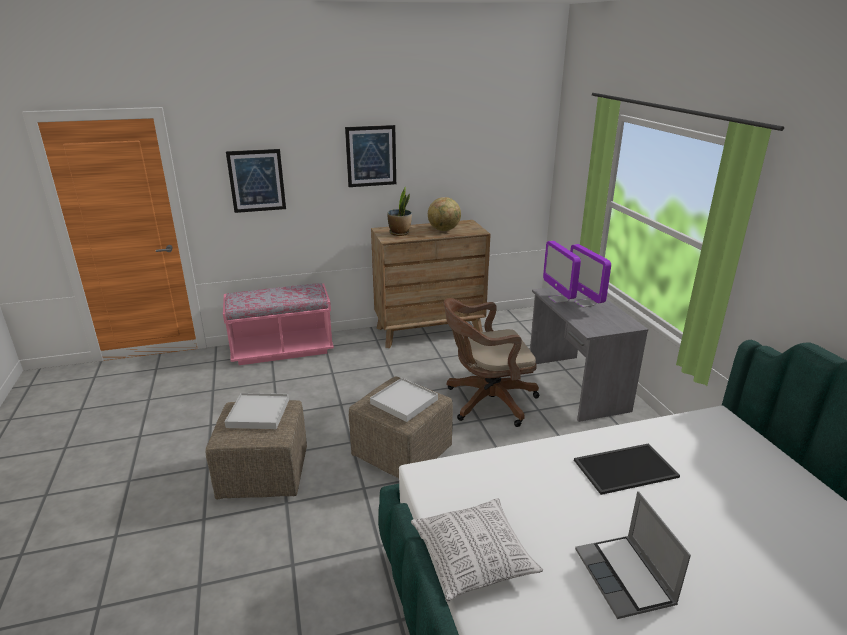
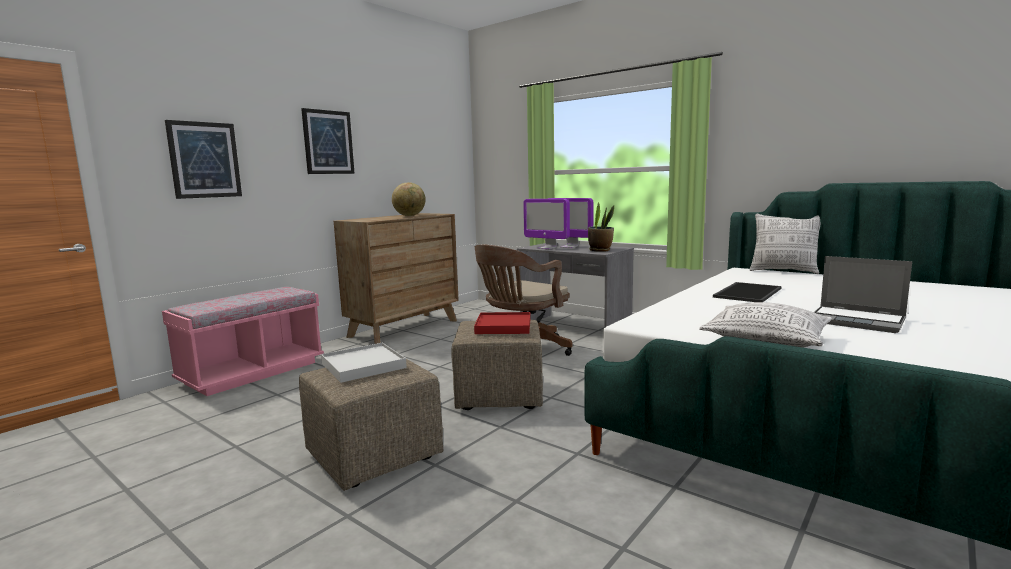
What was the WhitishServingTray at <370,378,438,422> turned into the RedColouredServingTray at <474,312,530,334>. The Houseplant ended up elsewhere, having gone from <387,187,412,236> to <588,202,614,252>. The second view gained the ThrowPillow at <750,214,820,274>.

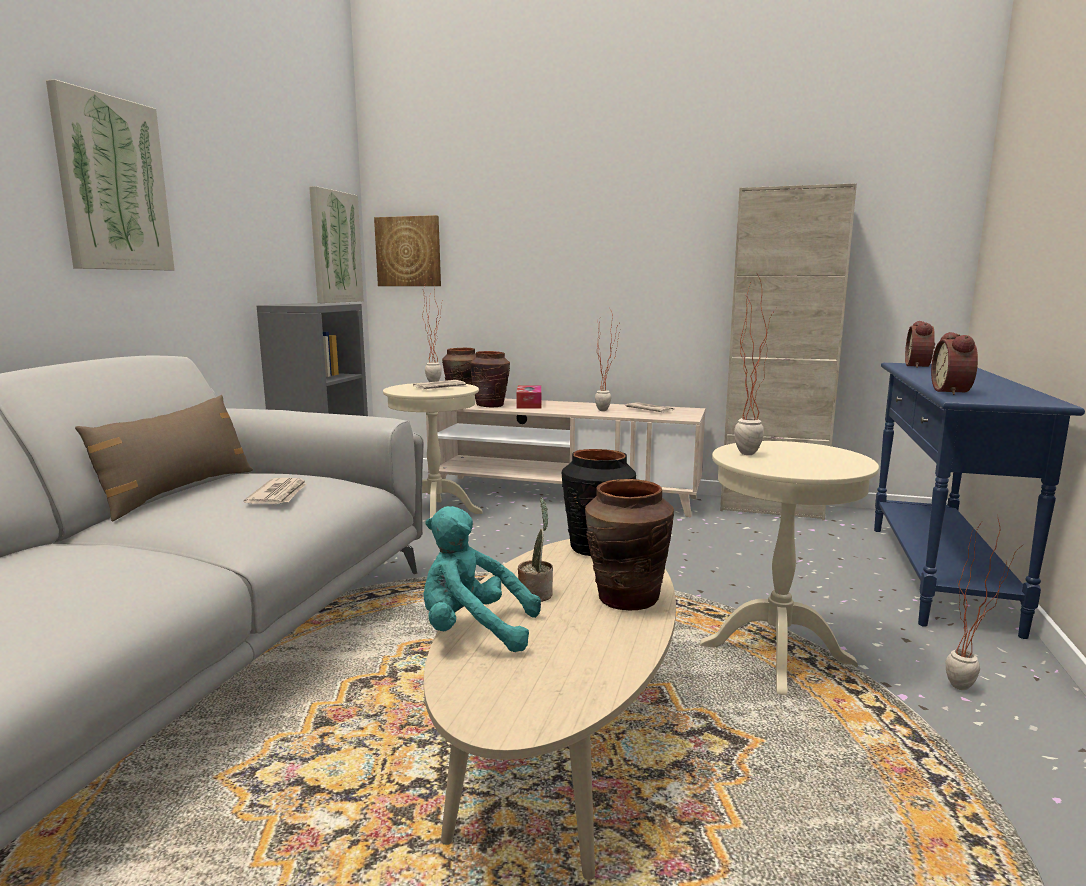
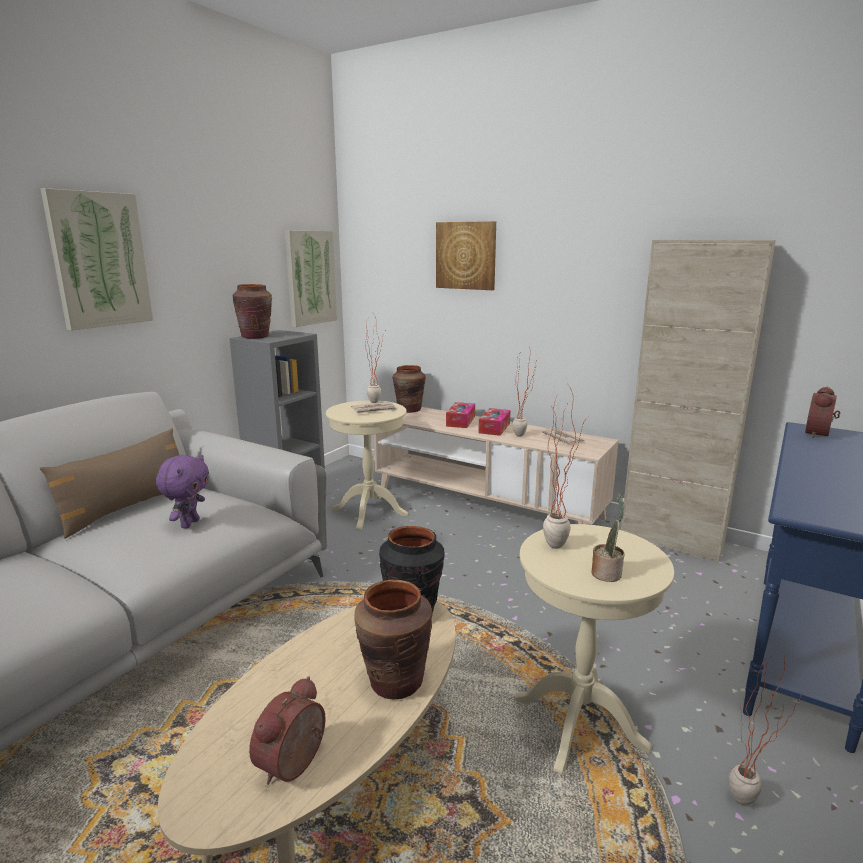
Where the DailyPaper stood at <244,478,307,504>, the PurpleSoftToy came to stand at <156,455,209,528>. The WallPicture ended up elsewhere, having gone from <374,215,441,286> to <436,221,496,290>. The second view lost the TurquoiseColouredSoftToy at <423,506,541,652>. The BrownDecorativeVase ended up elsewhere, having gone from <470,351,510,408> to <232,284,272,339>. The Houseplant ended up elsewhere, having gone from <518,497,553,602> to <591,492,624,582>. The BedsideClock ended up elsewhere, having gone from <931,332,978,395> to <249,676,326,785>. The second view gained the BoxOfTissues at <478,408,511,436>.

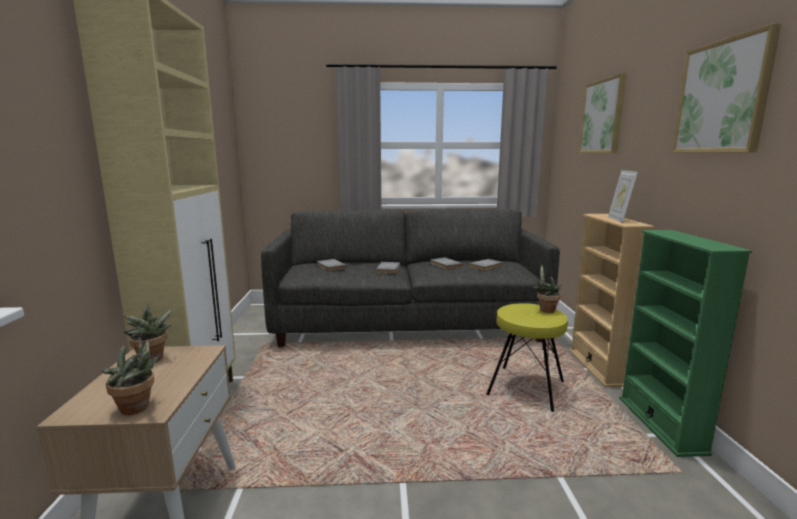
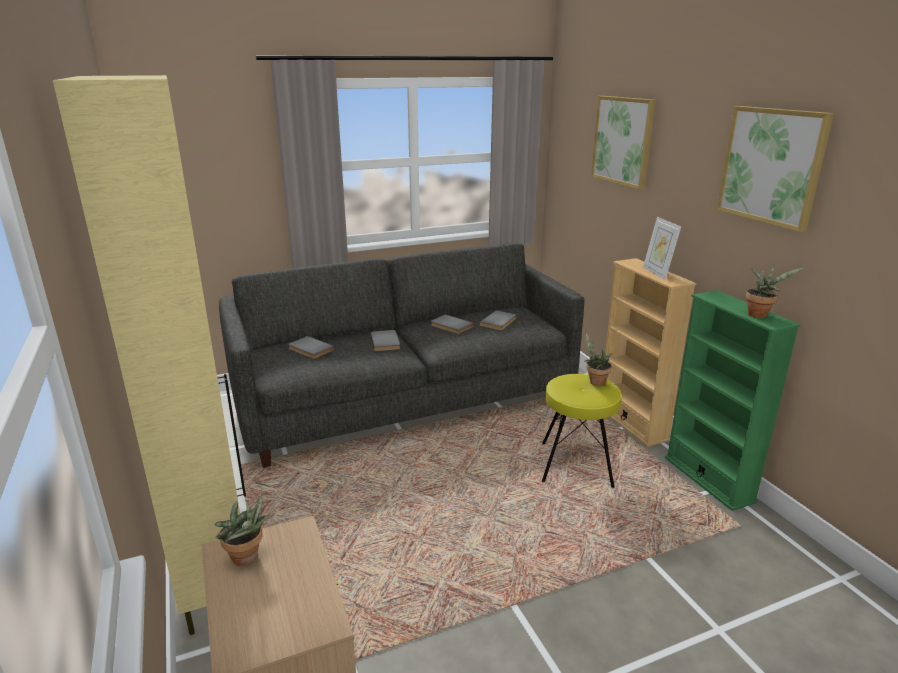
The Houseplant ended up elsewhere, having gone from <102,338,159,415> to <746,264,804,318>.

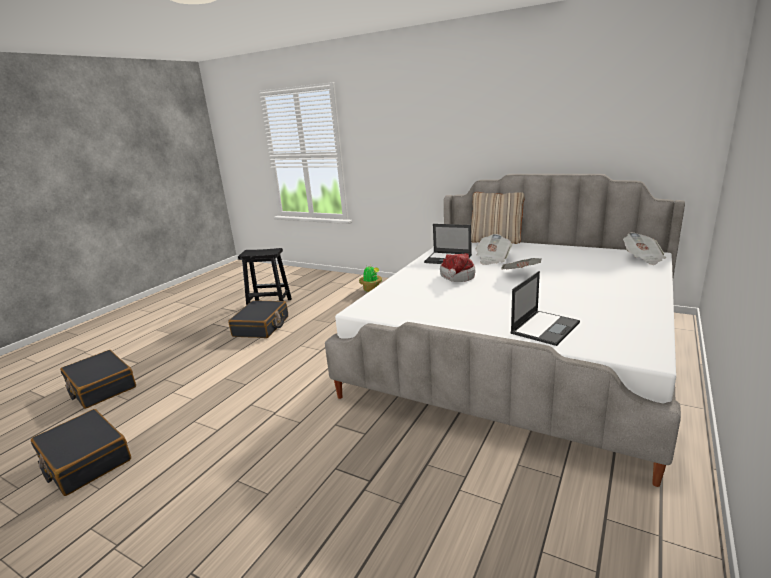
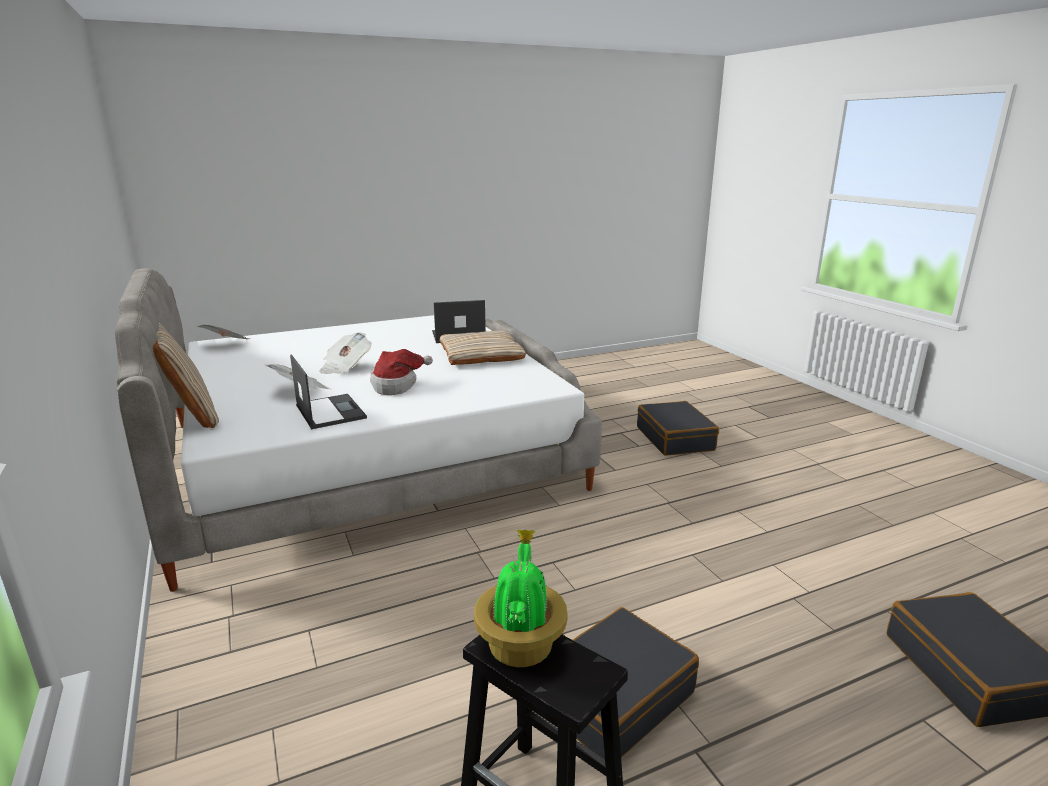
The BlackTravelCase ended up elsewhere, having gone from <31,409,131,496> to <637,401,719,456>. The Houseplant ended up elsewhere, having gone from <359,265,382,292> to <474,530,567,667>. The second view gained the BeigeThrowPillow at <439,331,526,365>.

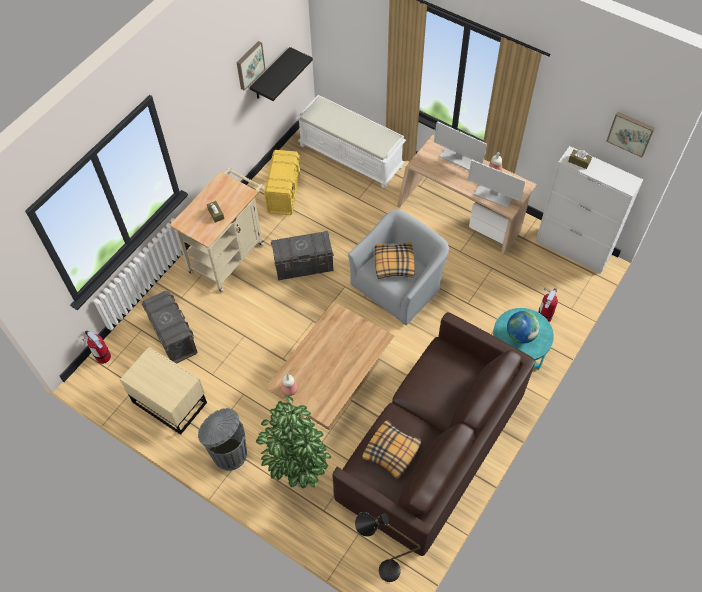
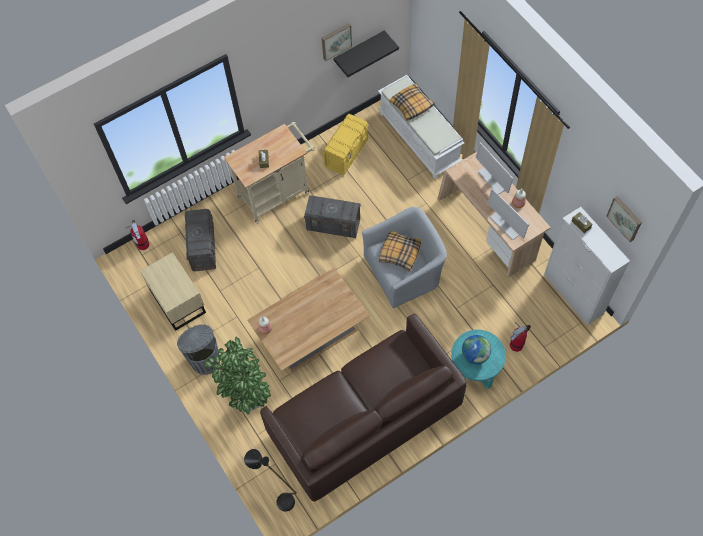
The ThrowPillow ended up elsewhere, having gone from <362,420,422,479> to <389,83,435,121>.

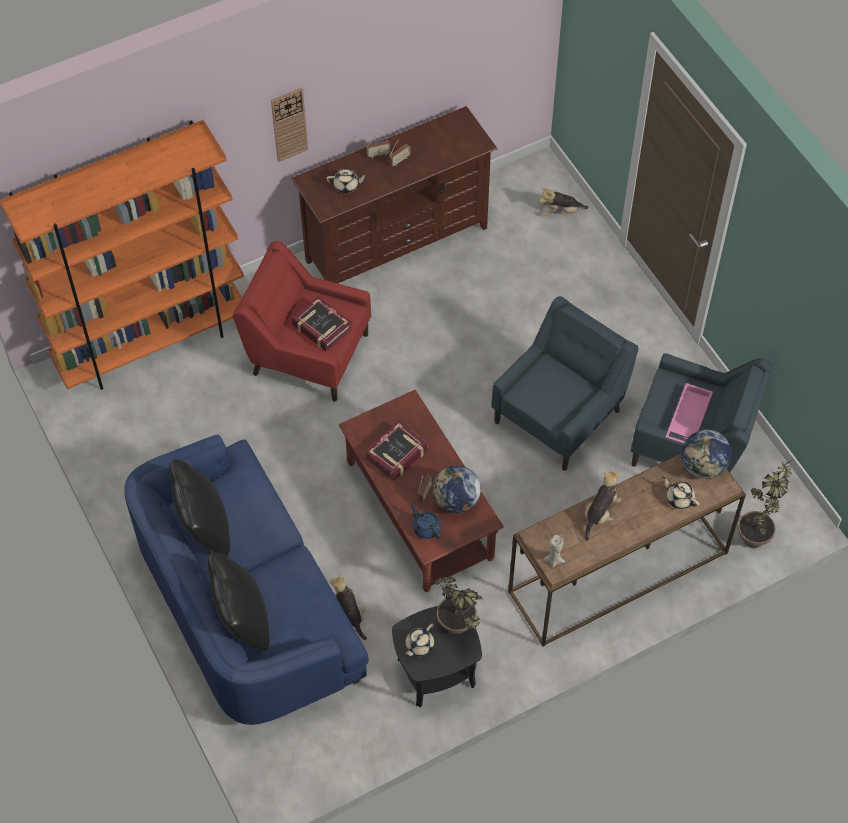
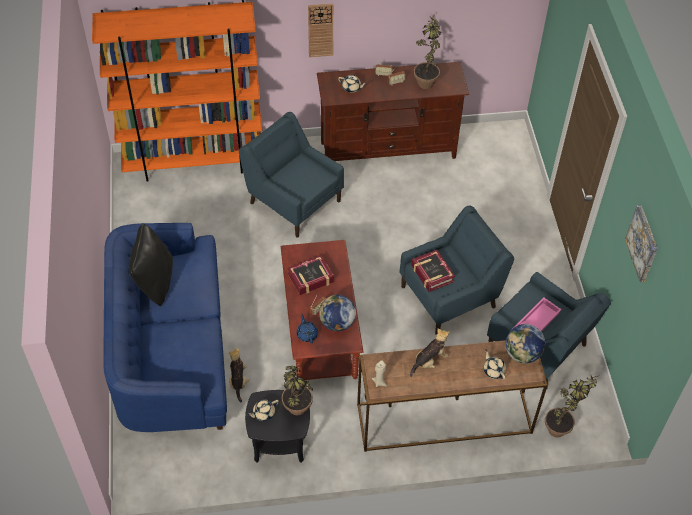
The second view lost the BlackThrowPillow at <207,552,270,651>. What was the RedColouredEasyChair at <233,241,371,401> turned into the BlueColouredEasyChair at <239,112,344,237>. The Book ended up elsewhere, having gone from <292,296,352,351> to <411,250,455,292>. The second view lost the SoftToy at <539,188,589,216>. The second view gained the Houseplant at <414,13,441,89>. The second view gained the WallPicture at <625,205,658,282>.

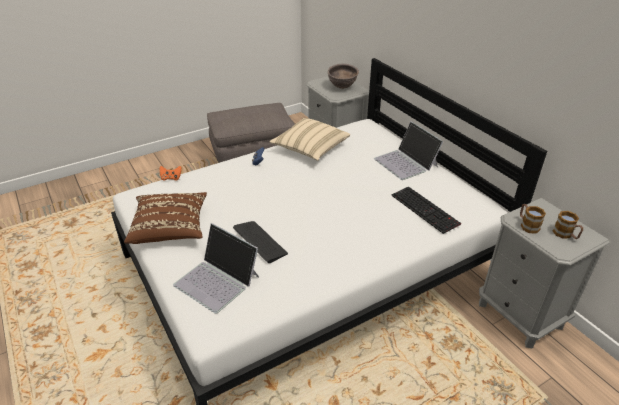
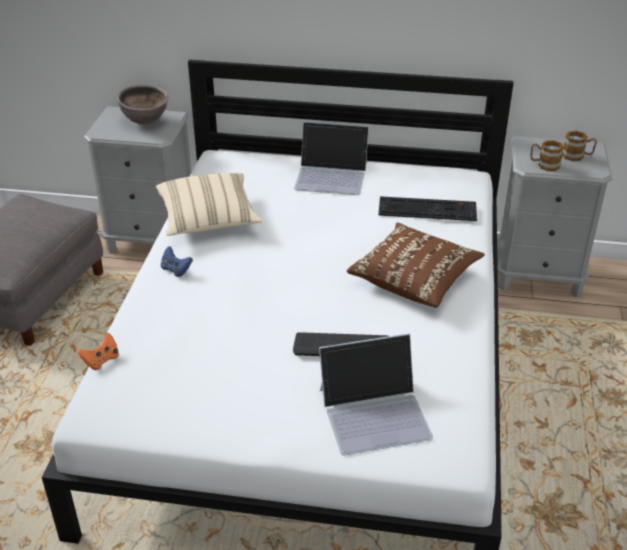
The BrownThrowPillow ended up elsewhere, having gone from <124,192,207,244> to <347,222,485,308>.

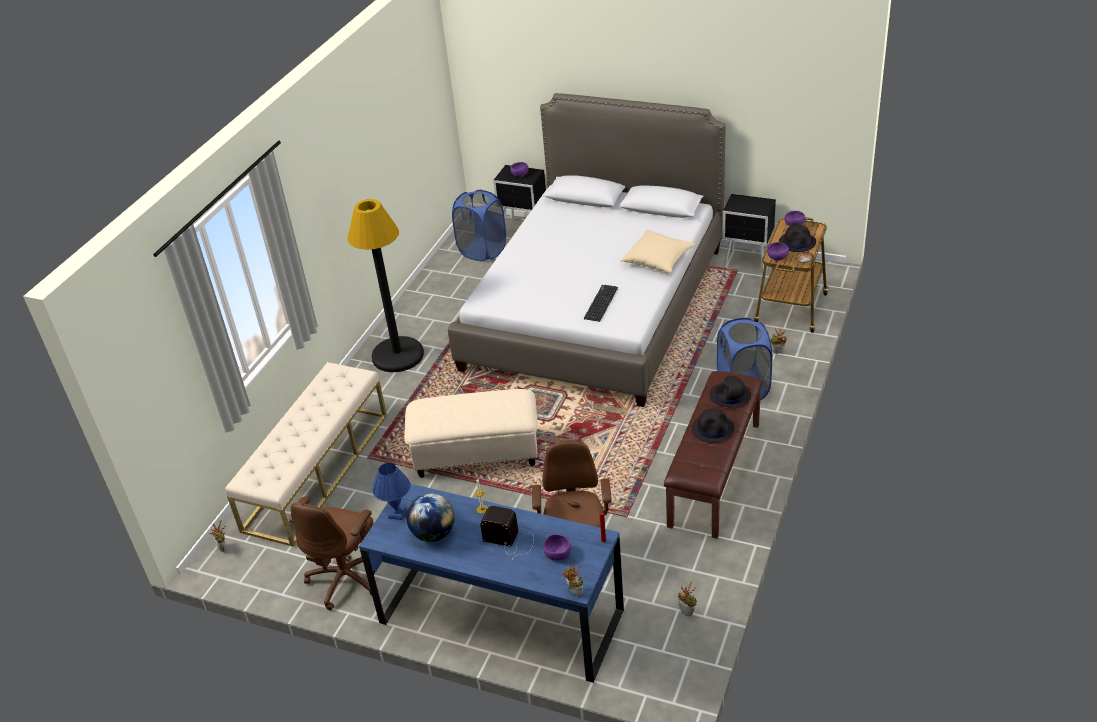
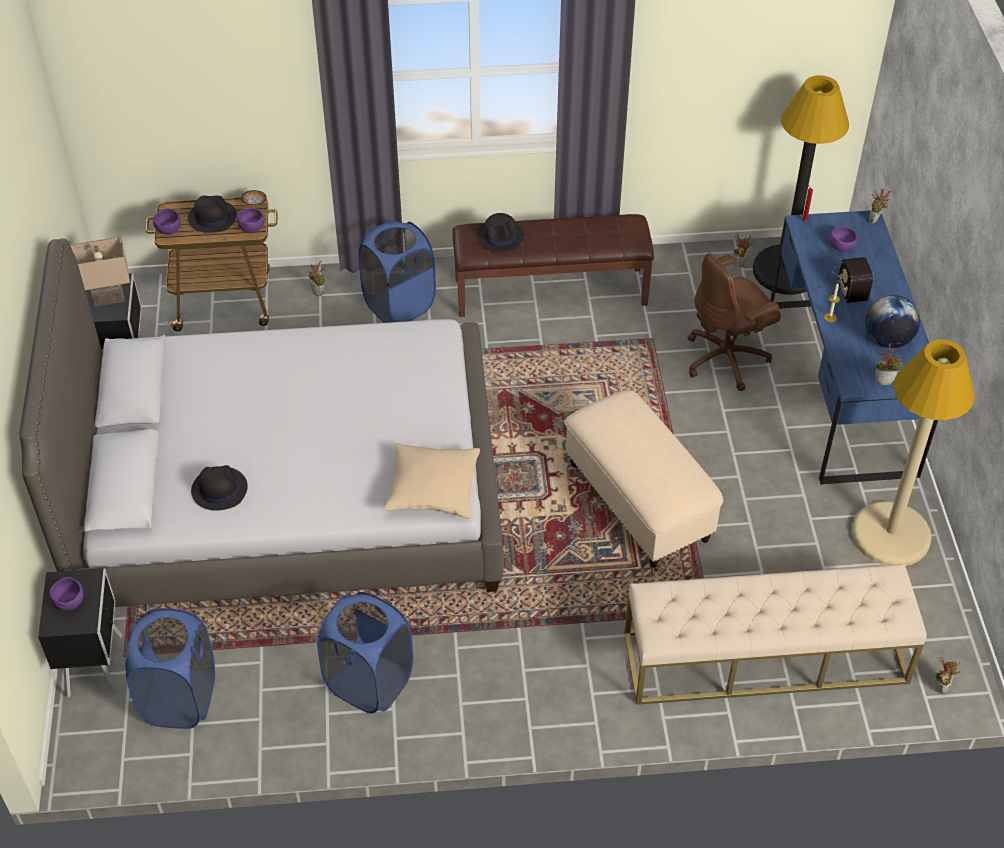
Where the BrownOfficeChair stood at <289,497,373,611>, the BeigeStandingLamp came to stand at <852,340,975,566>. The BlackStandingLamp ended up elsewhere, having gone from <347,199,424,372> to <753,75,849,295>. Where the BlueColouredTabletopLamp stood at <372,463,411,520>, the Houseplant came to stand at <876,343,904,385>. The second view lost the ComputerKeyboard at <584,285,618,322>. The BeigeThrowPillow ended up elsewhere, having gone from <620,230,695,273> to <384,443,480,519>. The BlackWearableHat ended up elsewhere, having gone from <692,408,735,443> to <191,465,248,511>. The second view gained the BeigeTabletopLamp at <70,236,130,307>. The second view gained the BlueColouredLaundryBasket at <317,592,413,714>.

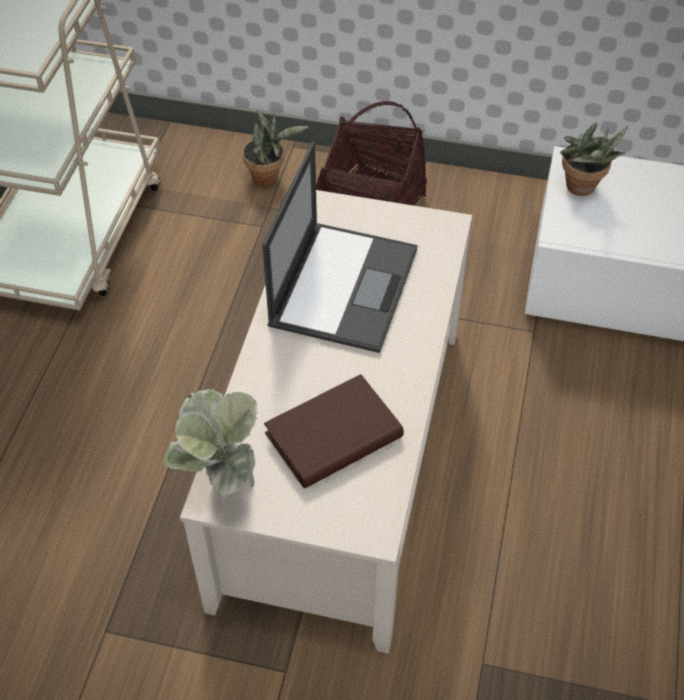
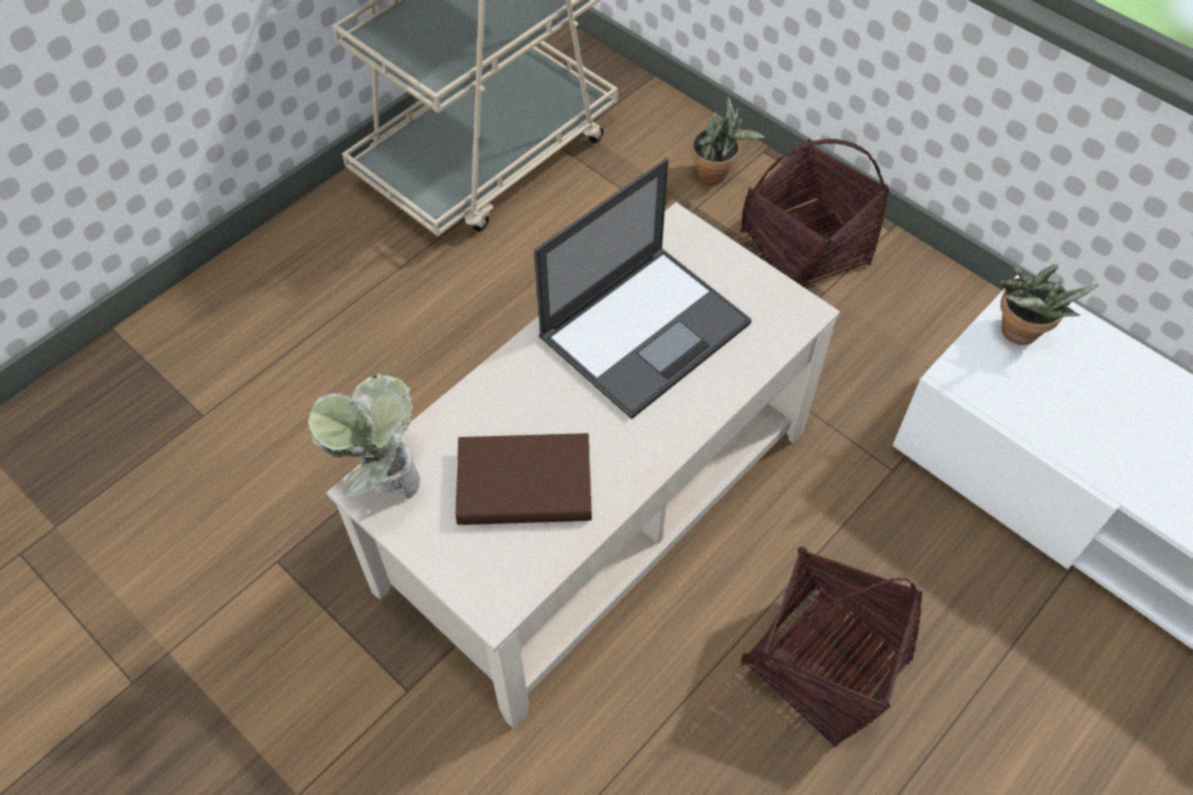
The second view gained the Basket at <740,546,923,748>.

